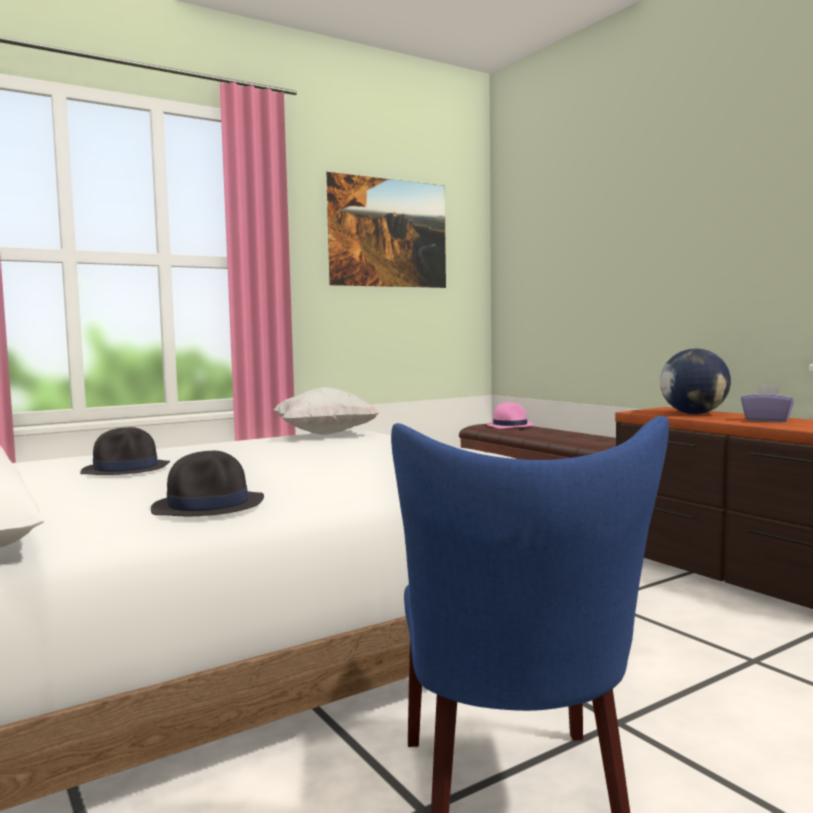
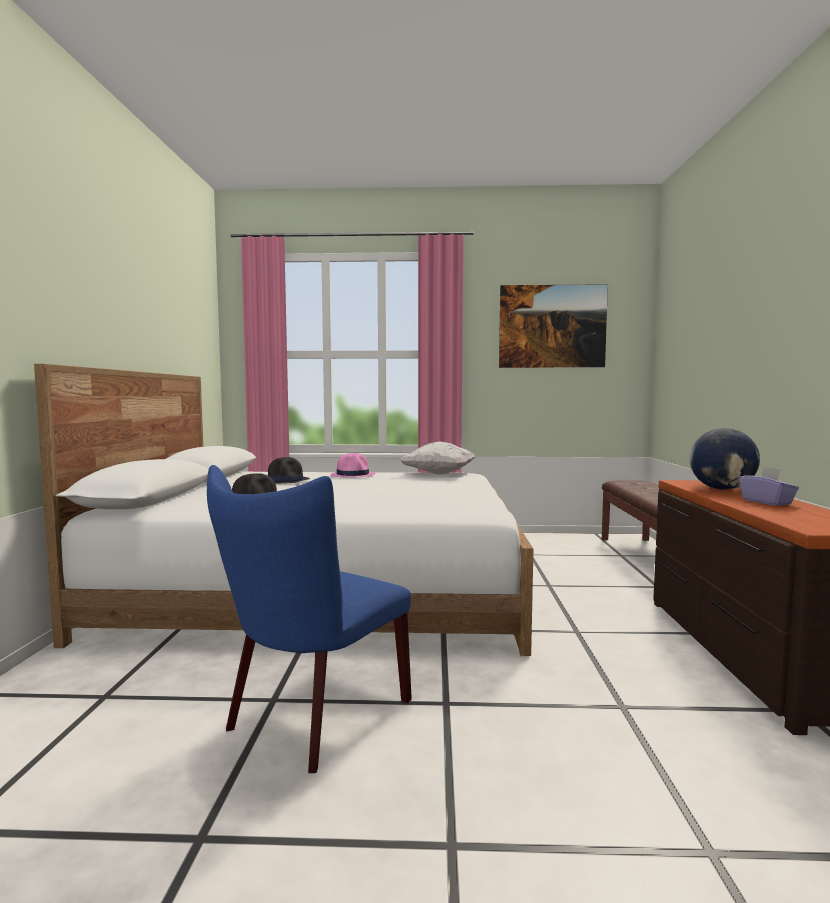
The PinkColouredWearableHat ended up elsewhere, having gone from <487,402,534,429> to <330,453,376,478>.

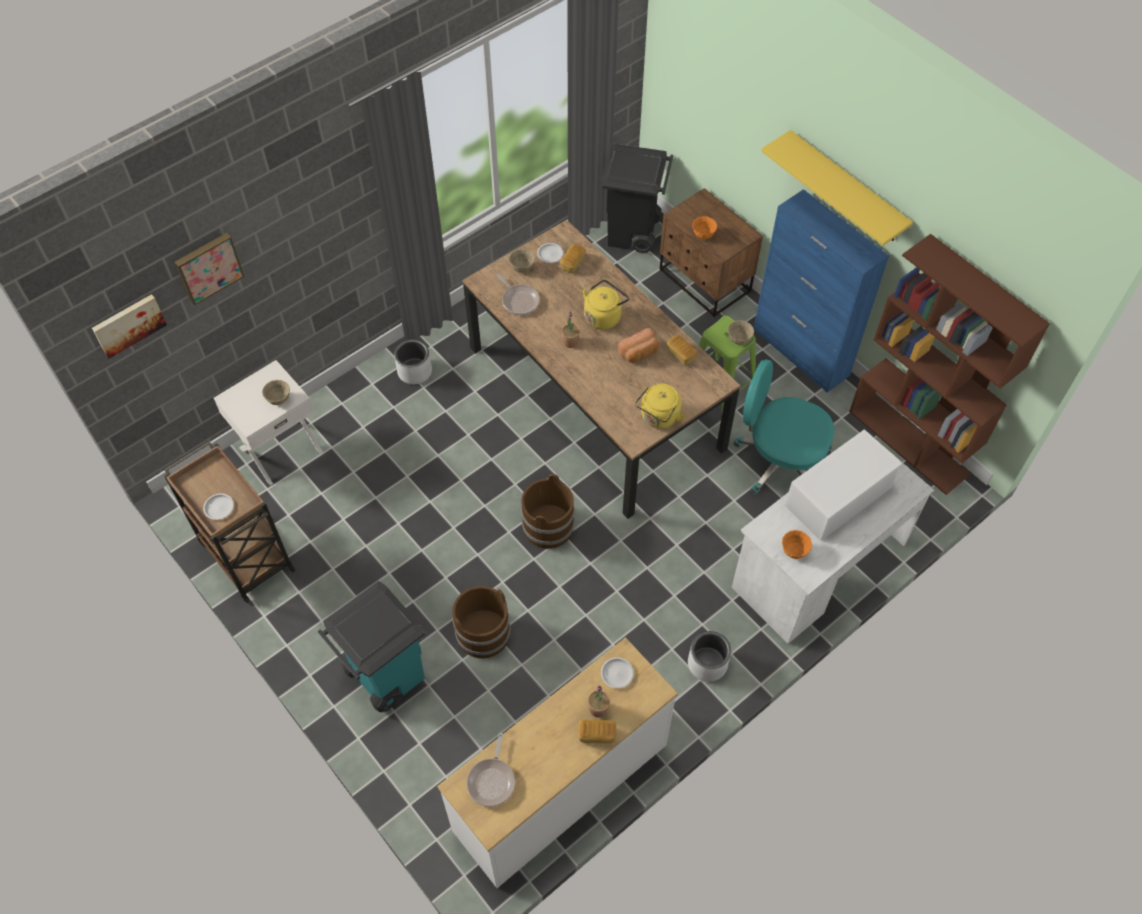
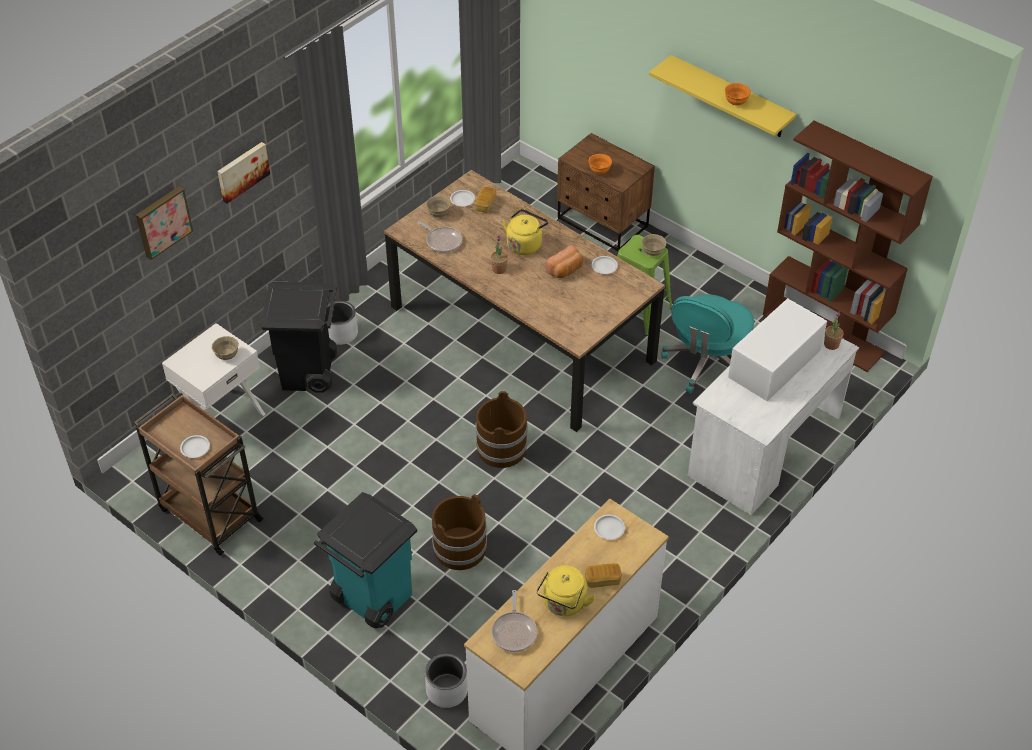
The WallPicture ended up elsewhere, having gone from <92,294,167,358> to <217,142,270,203>. The Houseplant ended up elsewhere, having gone from <588,686,610,717> to <824,312,843,350>. The BlackTrashCan ended up elsewhere, having gone from <602,144,673,253> to <261,282,337,393>. The YellowColouredWaterKettle ended up elsewhere, having gone from <635,384,687,429> to <537,565,595,616>. Where the Bread stood at <667,335,697,366>, the WhitishFlatDish came to stand at <592,256,618,274>. The WhitishPlanter ended up elsewhere, having gone from <688,631,731,682> to <425,653,468,708>. The TurquoiseColouredOfficeChair at <733,359,834,494> ended up facing another way, 75 degrees counterclockwise from before. The second view lost the BlueColouredStorageCabinet at <754,189,889,393>. The OrangeColouredDeepDish ended up elsewhere, having gone from <782,530,812,559> to <725,83,751,105>.

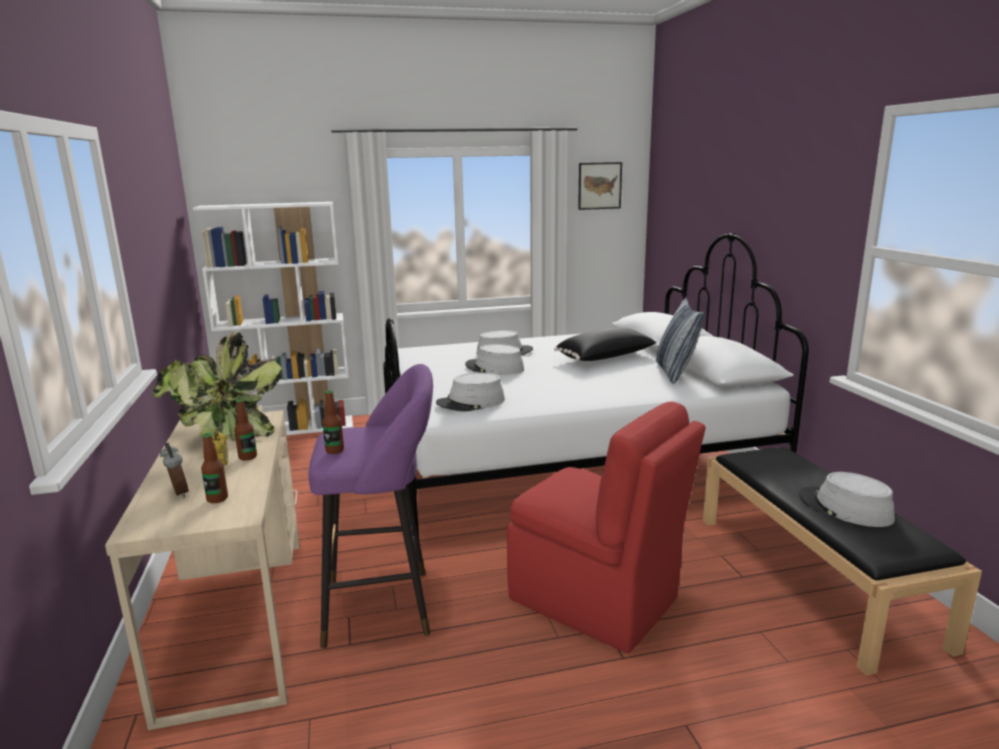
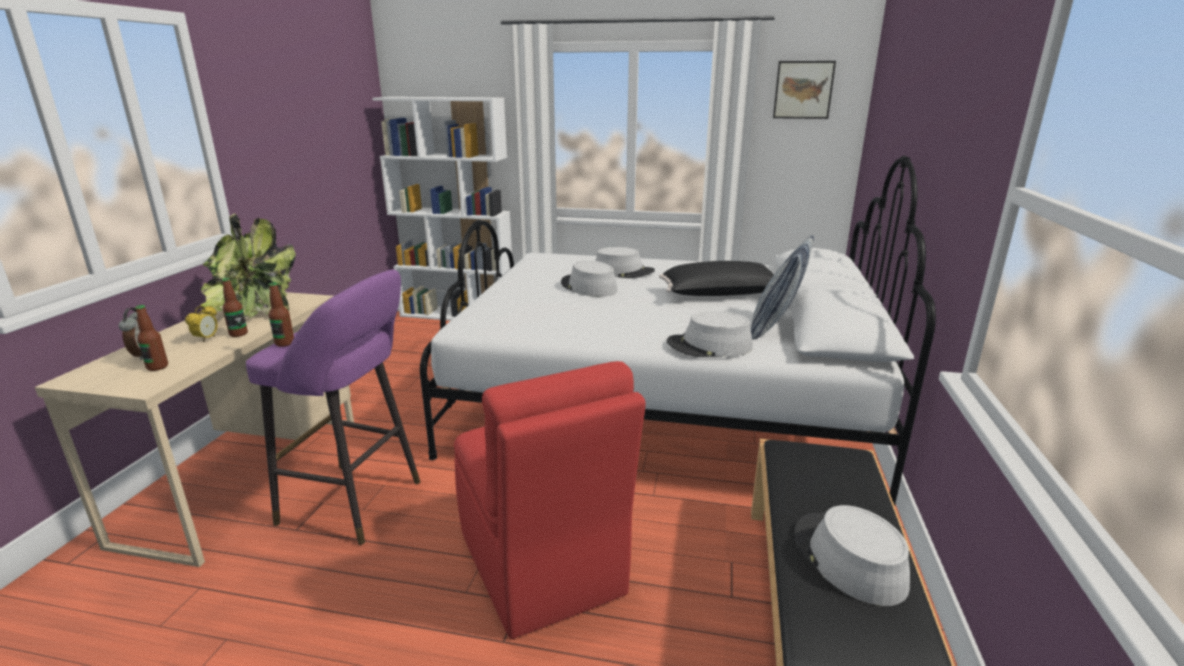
The GreyishWearableHat ended up elsewhere, having gone from <436,373,505,412> to <667,311,753,357>.

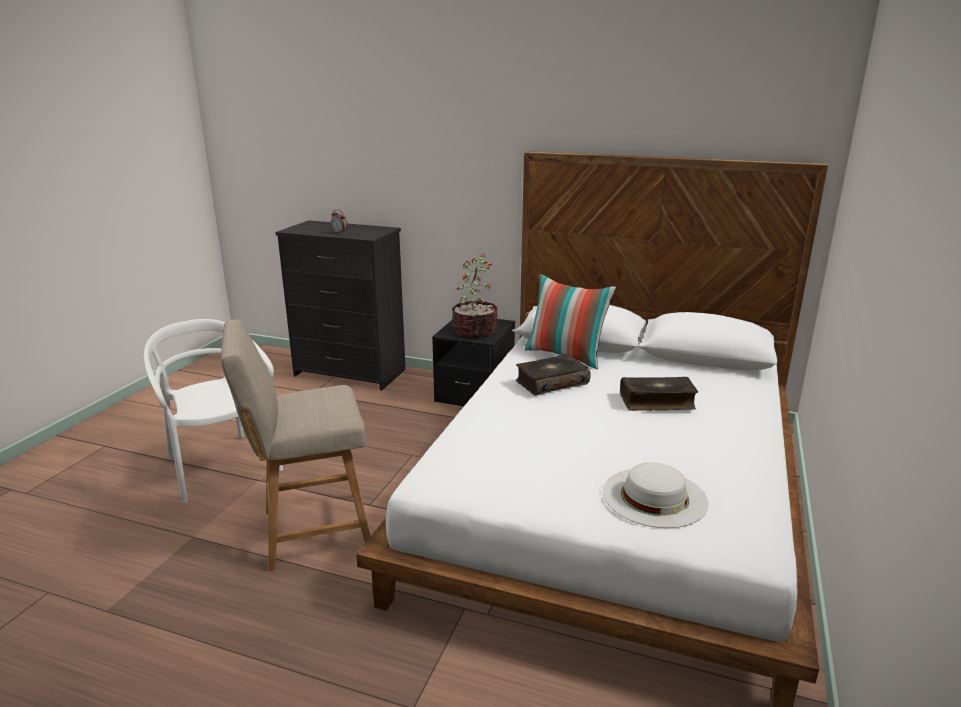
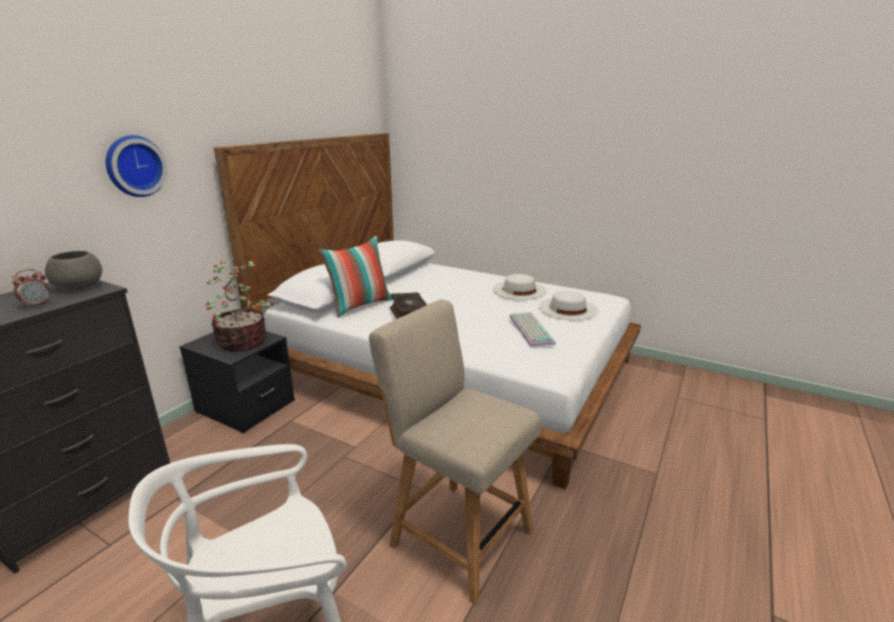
The BeigeChair at <221,319,371,571> ended up facing another way, 135 degrees clockwise from before. The second view lost the Book at <620,377,698,411>. The second view gained the GreyishDeepDish at <45,251,102,290>. The second view gained the HangingClock at <106,135,167,197>. The second view gained the WhitishWearableHat at <493,274,547,300>. The second view gained the ComputerKeyboard at <510,312,556,347>.

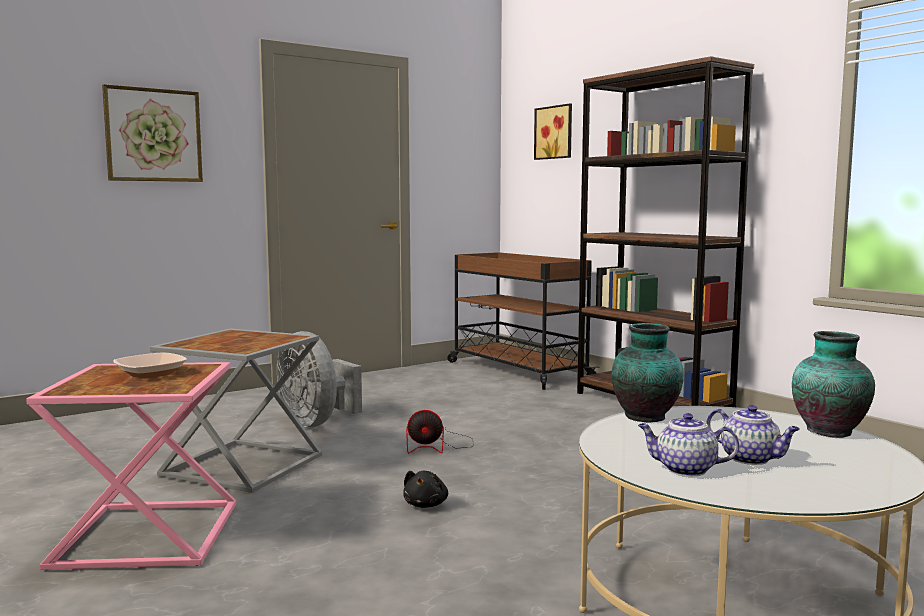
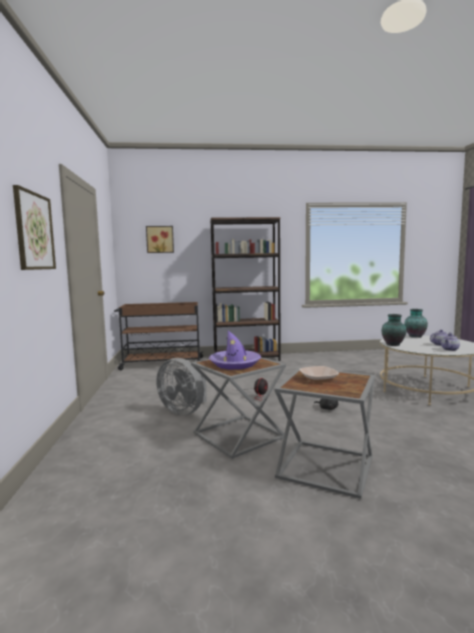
What was the PinkColouredSideTable at <26,362,236,571> turned into the GreyishSideTable at <274,367,375,499>. The GreyishElectricFan at <277,331,362,427> ended up facing another way, 45 degrees clockwise from before. The second view gained the PurpleWearableHat at <209,331,261,370>.

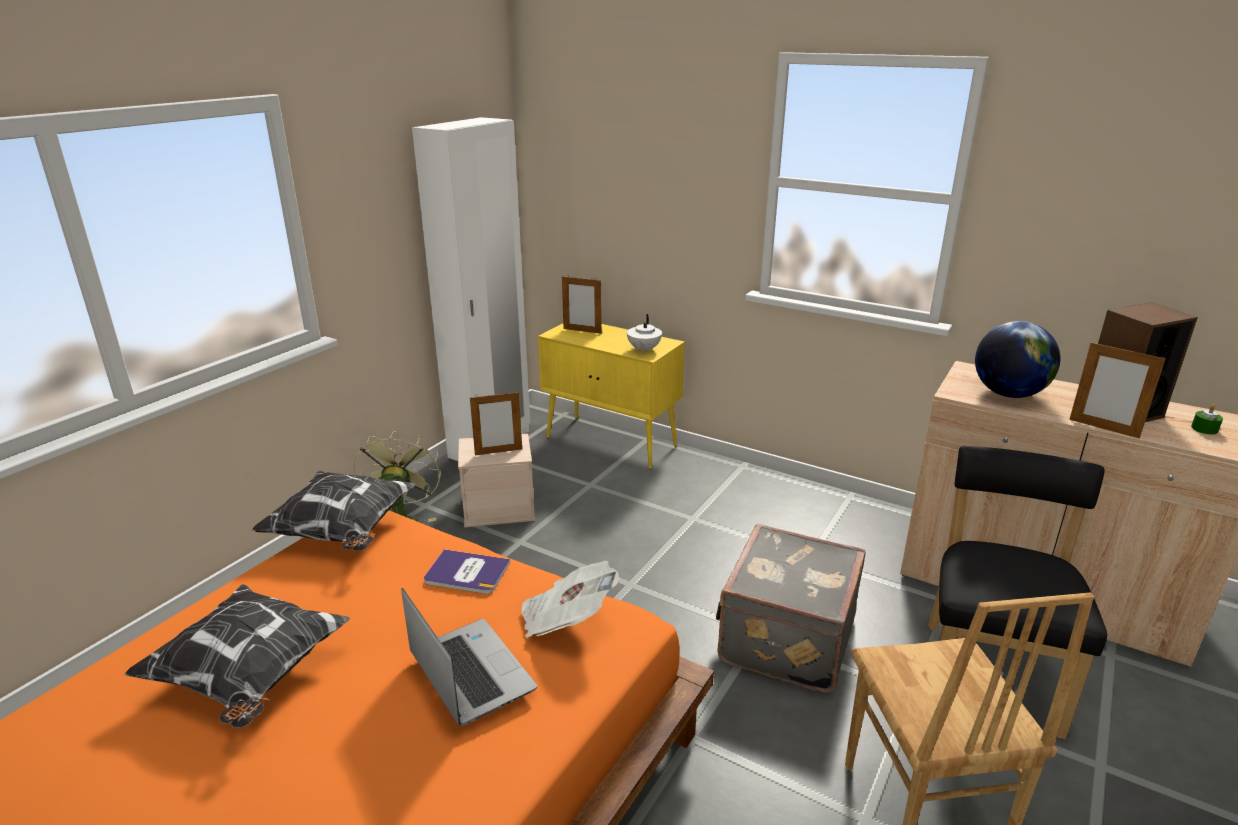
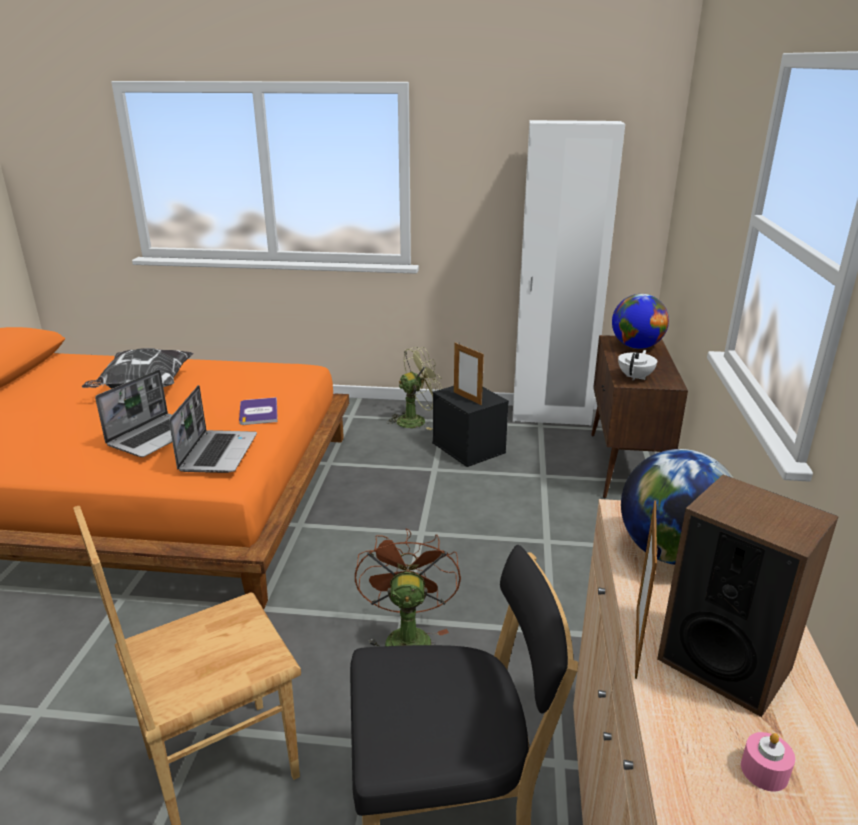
The second view lost the ThrowPillow at <251,471,416,551>. What was the BeigeStorageBox at <458,433,535,527> turned into the BlackStorageBox at <432,386,509,467>. Where the DailyPaper stood at <521,561,619,638>, the NotebookComputer came to stand at <169,385,257,473>. What was the YellowColouredStorageCabinet at <538,323,685,469> turned into the BrownStorageCabinet at <591,335,688,498>. Where the StandingFrame stood at <562,275,602,334>, the DeskGlobe came to stand at <612,294,669,349>. The WhitishTeapot at <627,314,662,353> ended up facing another way, 135 degrees clockwise from before. Where the GreyishTravelCase stood at <716,524,866,693>, the BrownElectricFan came to stand at <355,529,461,647>. What was the GreenColouredWaxCandle at <1191,405,1223,434> turned into the PinkColouredWaxCandle at <741,732,795,791>.

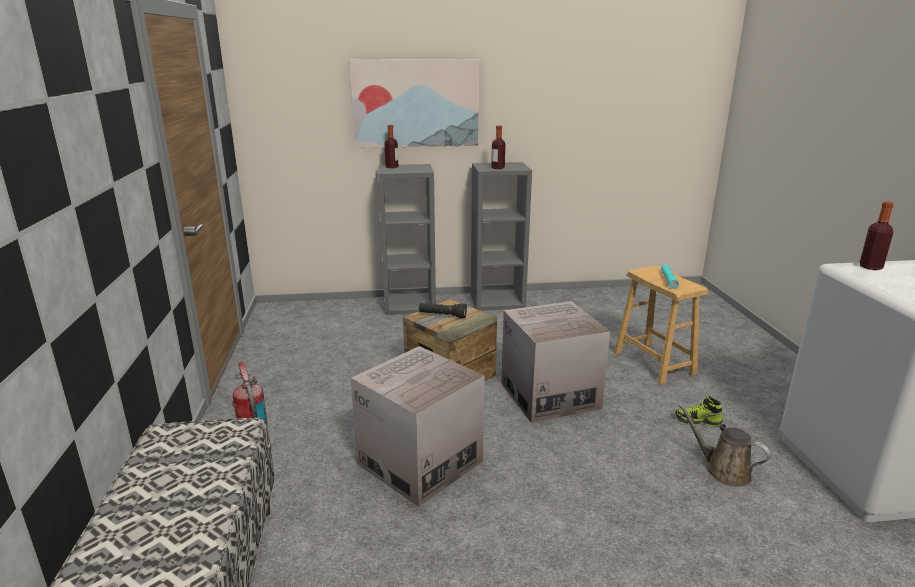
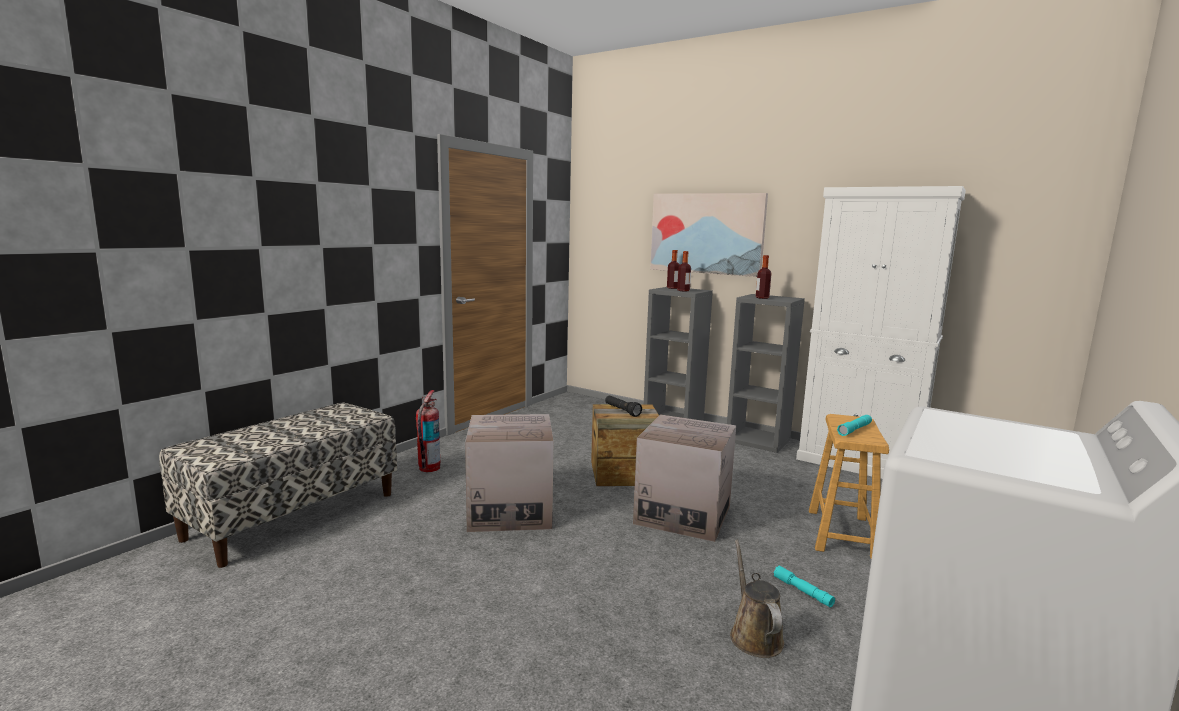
Where the LowShoe stood at <675,396,723,426>, the TurquoiseColouredHandTorch came to stand at <774,565,835,607>. The BeverageBottle ended up elsewhere, having gone from <860,202,893,270> to <677,251,691,291>. The second view gained the WhitishStorageCabinet at <796,186,966,479>.

